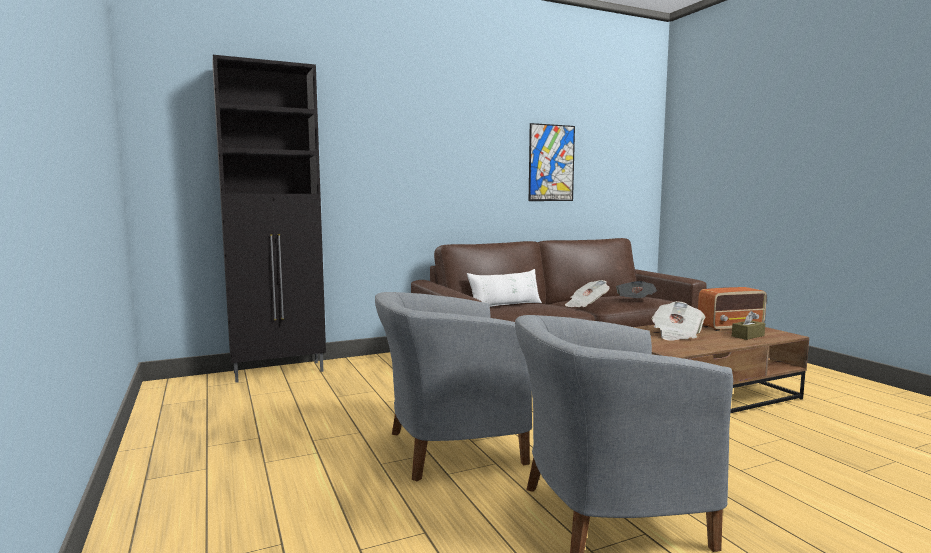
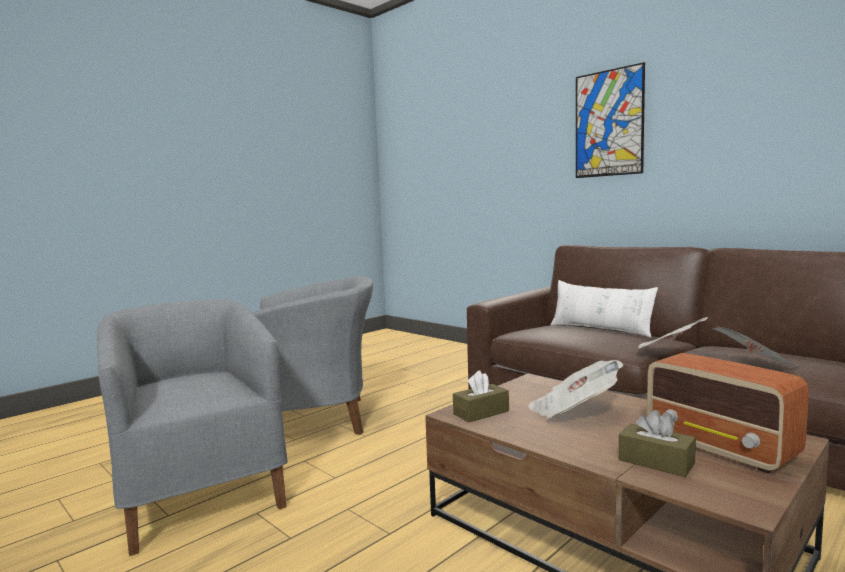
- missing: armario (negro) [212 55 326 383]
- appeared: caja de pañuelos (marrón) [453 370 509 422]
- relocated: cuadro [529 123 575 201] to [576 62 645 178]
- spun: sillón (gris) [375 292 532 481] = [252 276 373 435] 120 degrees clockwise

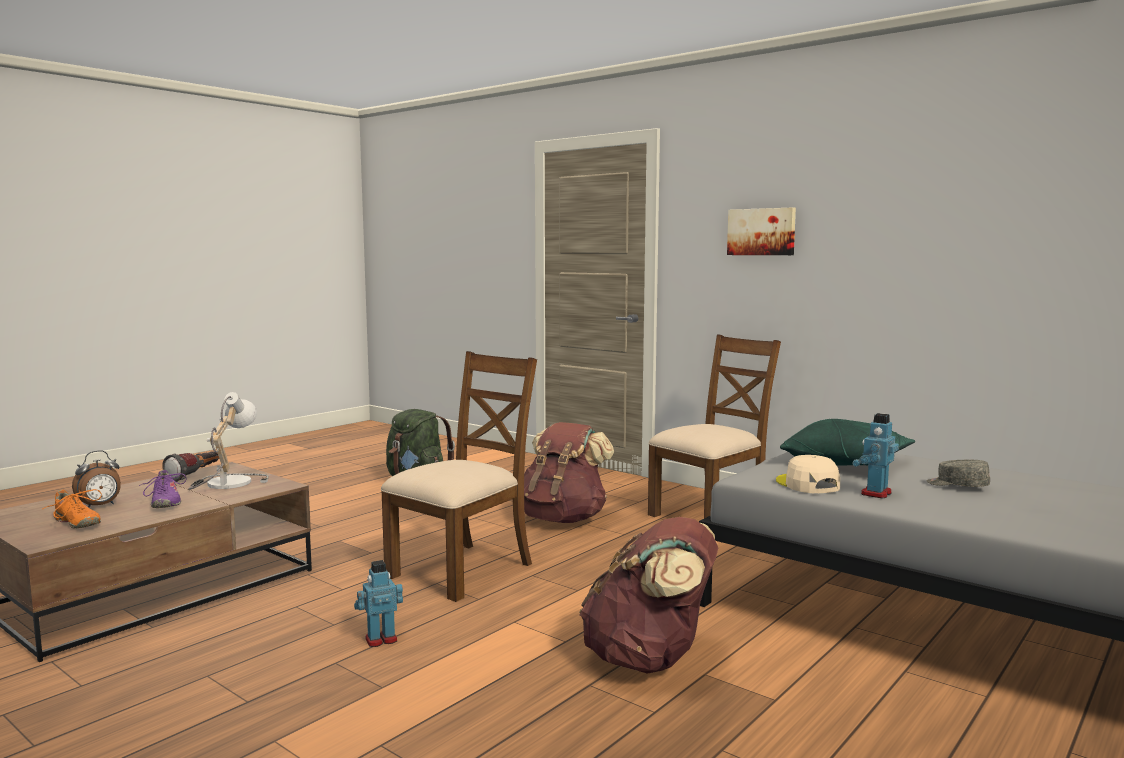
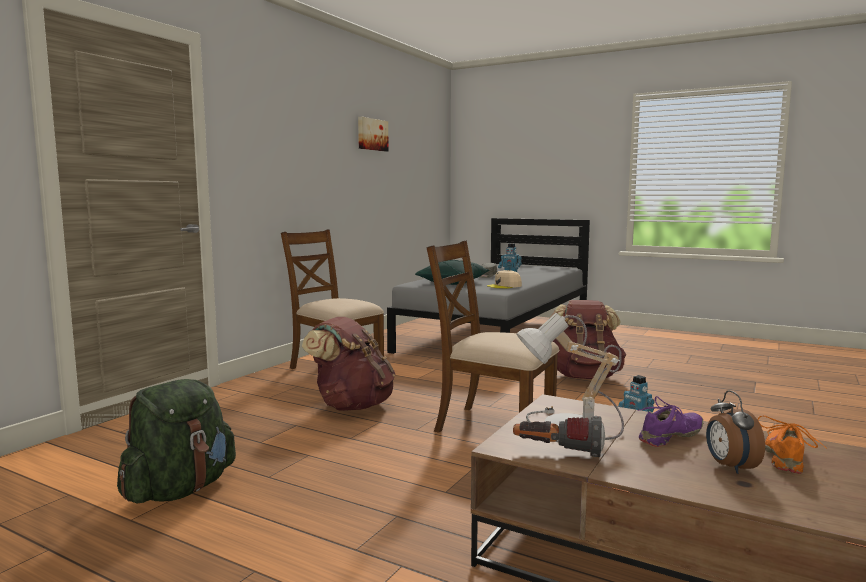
- relocated: cuadro [727 207 796 255] to [358 117 389 151]
- spun: despertador [72 450 121 508] = [706 390 765 474] 135 degrees counterclockwise

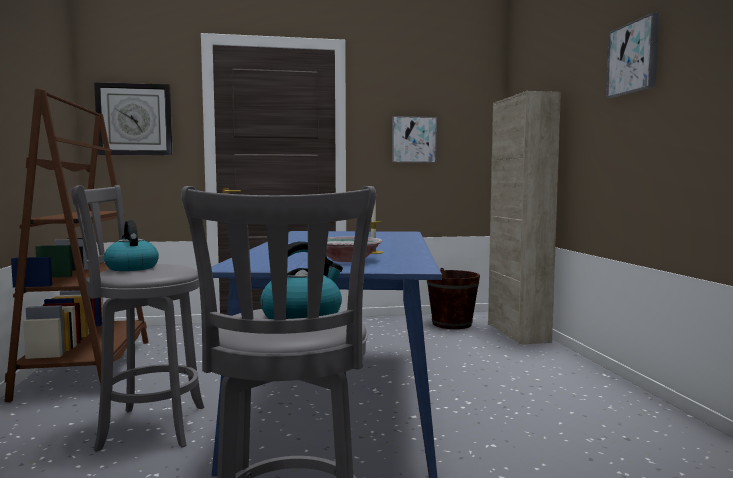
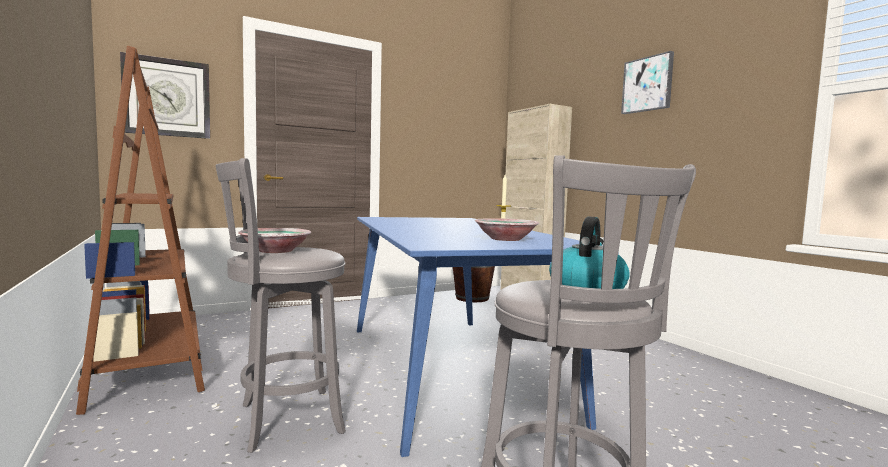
- missing: cuadro [392 116 437 163]
- exchanged: hervidor [104 220 159 271] to cuenco [238 228 311 253]

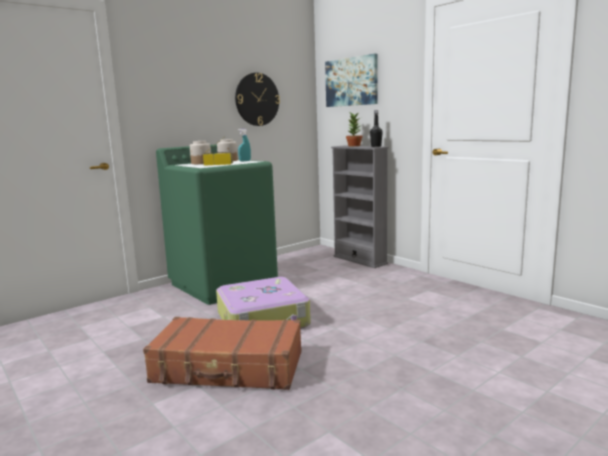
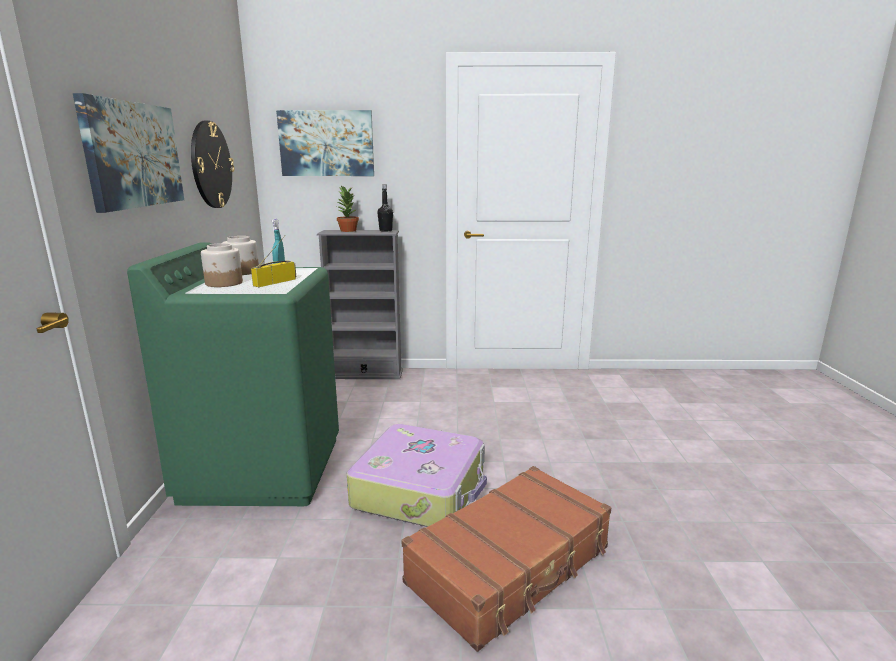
- appeared: cuadro [73 93 184 213]

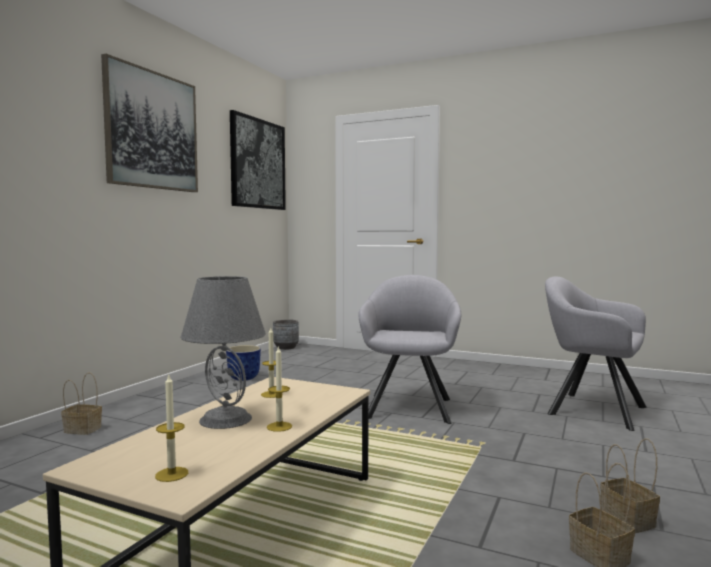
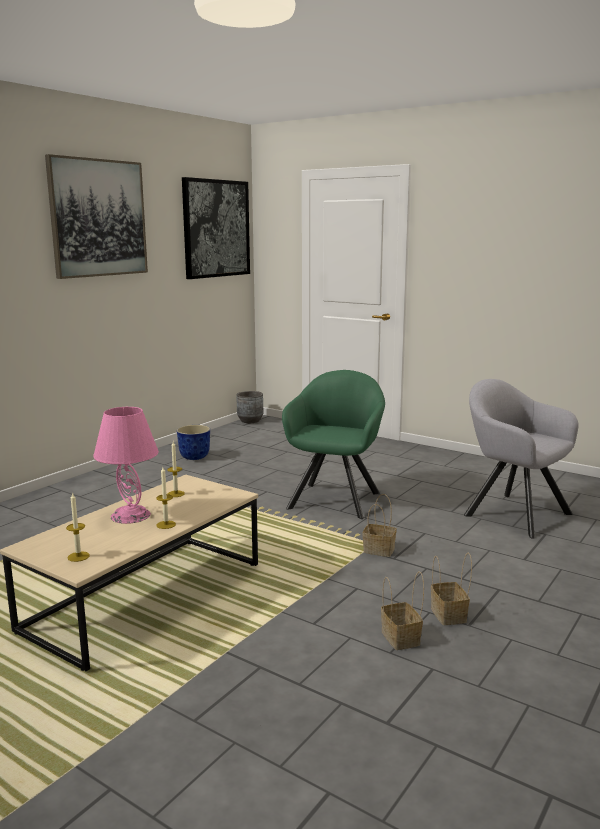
- relocated: cesta [61 372 102 435] to [362 494 397 557]
- colour: lámpara de mesa (gris) [180 276 266 429] to lámpara de mesa (rosa) [93 407 159 524]
- colour: sillón (gris) [358 275 461 424] to sillón (verde) [282 370 385 519]

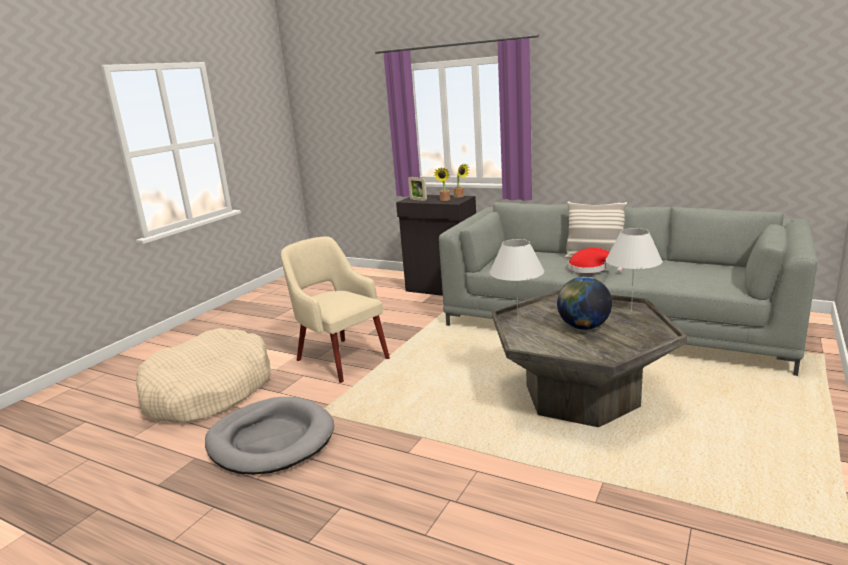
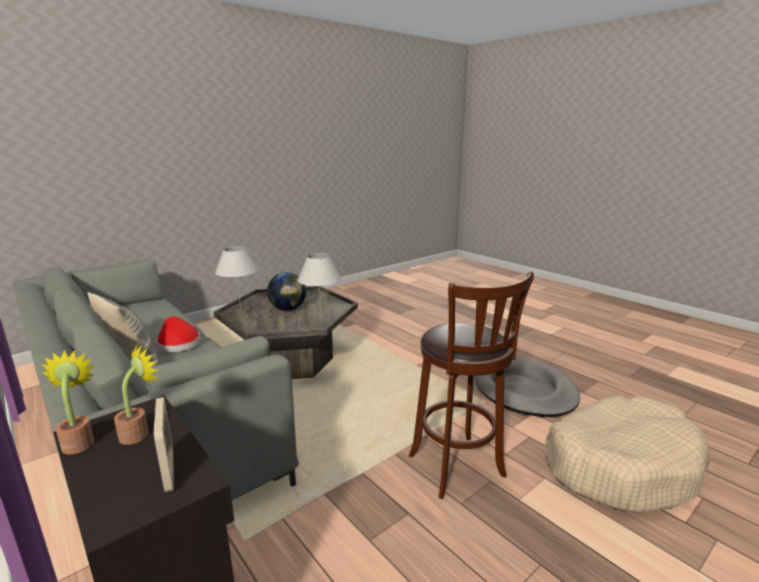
- exchanged: sillón (beis) [281 236 390 383] to taburete (marrón) [409 271 534 499]

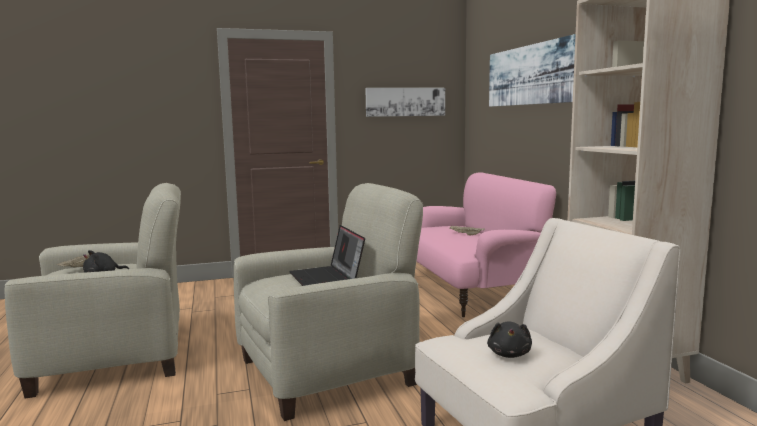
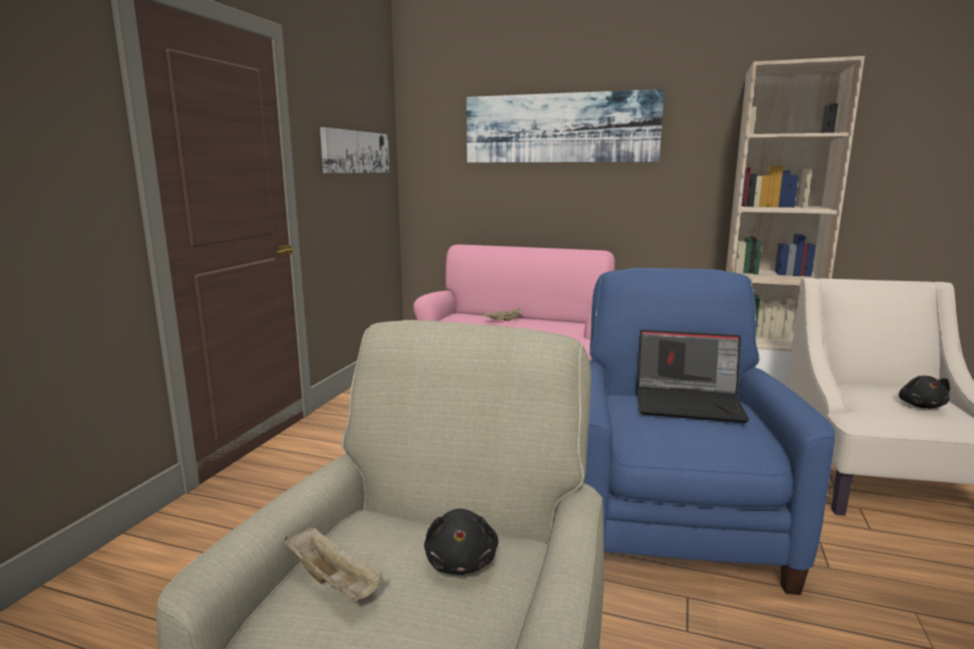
- colour: sillón (beis) [234 183 423 421] to sillón (azul) [583 268 835 595]
- spun: peluche (negro) [487 322 532 358] = [899 376 950 409] 60 degrees clockwise

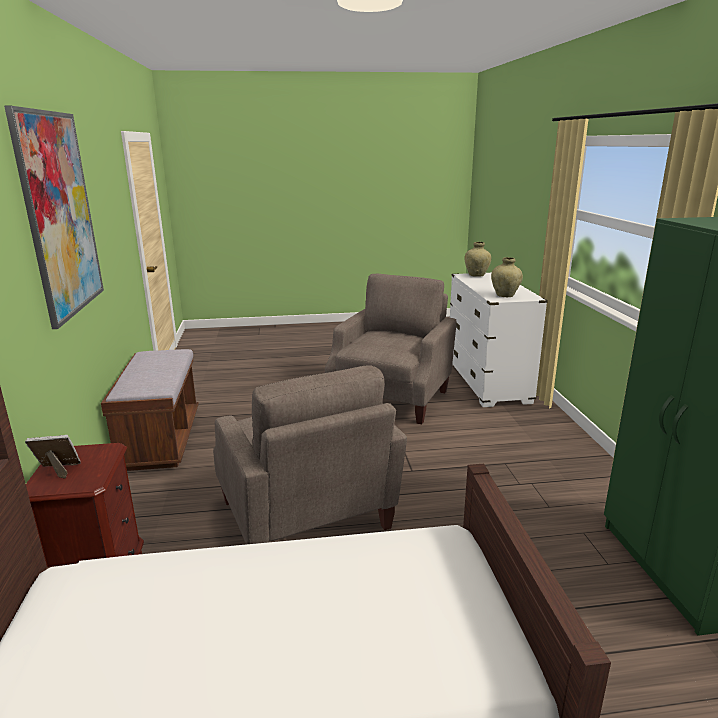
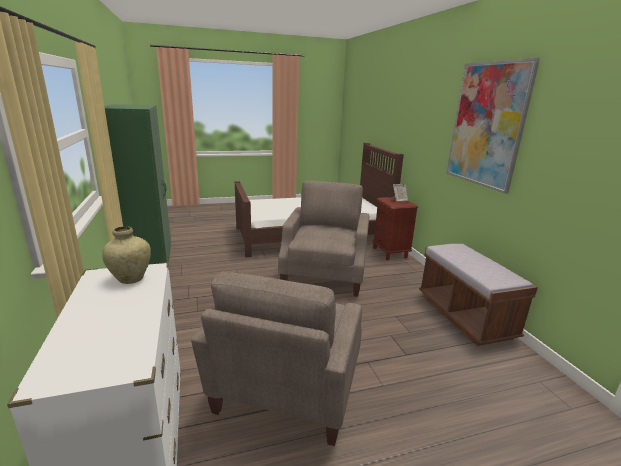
- missing: florero (beis) [464 242 491 277]
- spun: sillón (beis) [213 365 407 544] = [278 181 369 297] 45 degrees clockwise

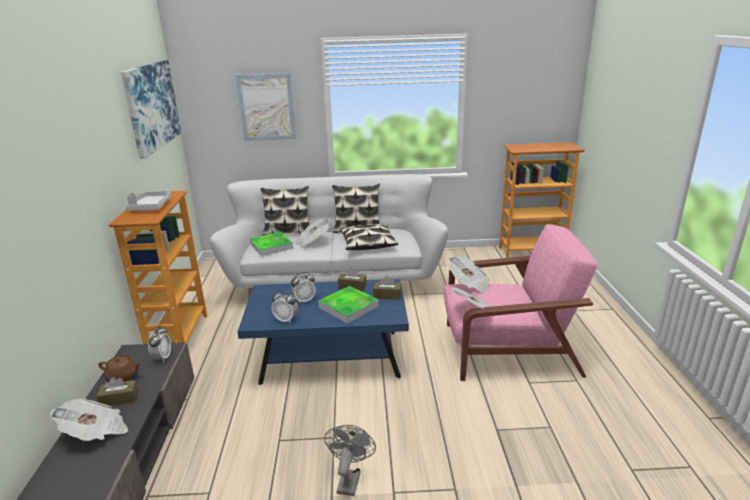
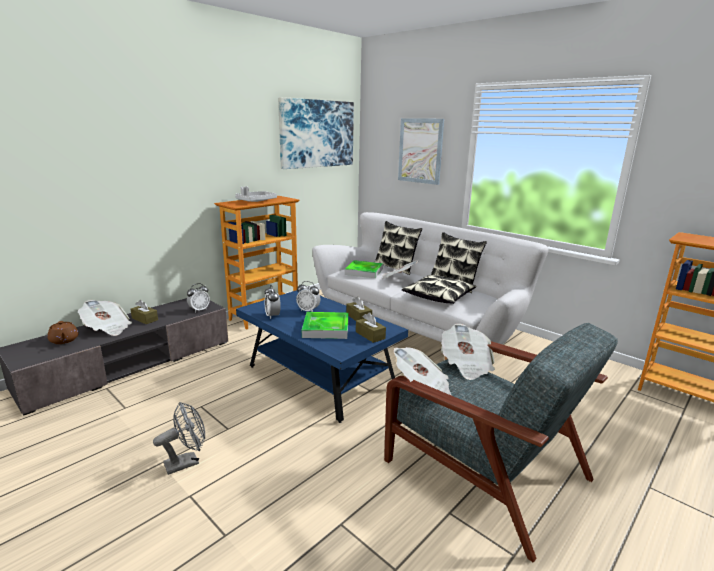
- relocated: tetera (marrón) [98 355 142 382] to [47 321 79 344]
- colour: sillón (rosa) [444 224 598 381] to sillón (gris) [384 323 618 563]

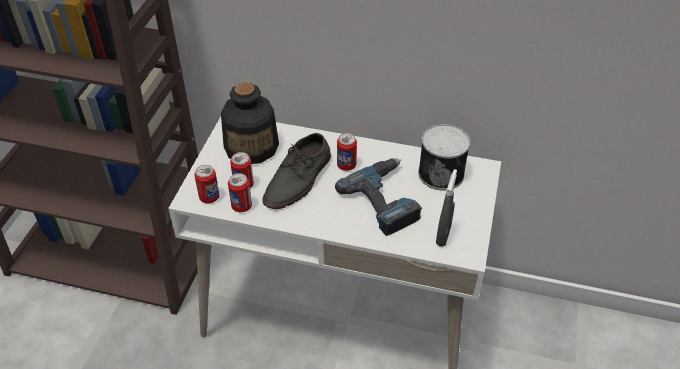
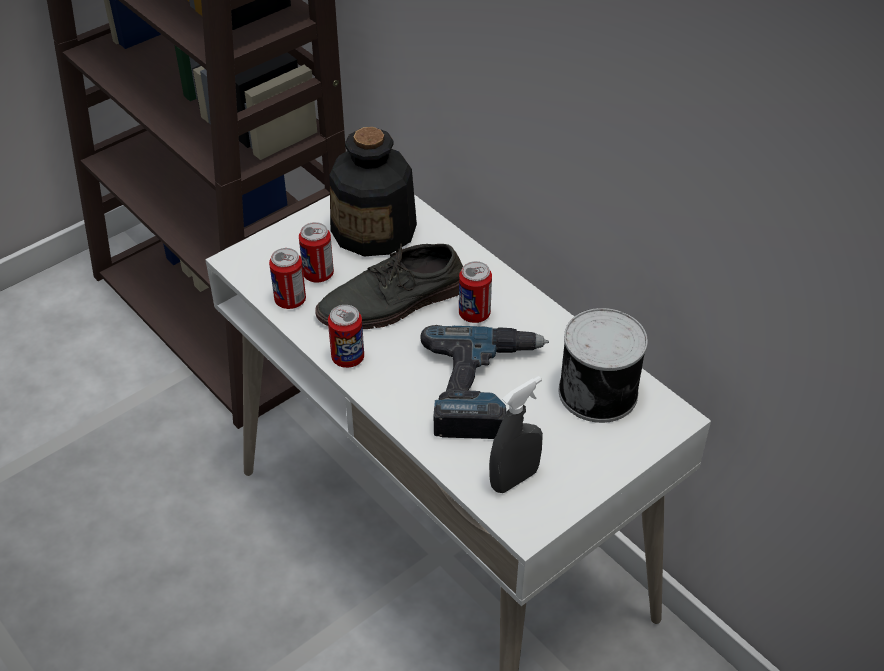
- relocated: lata [194 165 219 203] to [328 305 364 368]

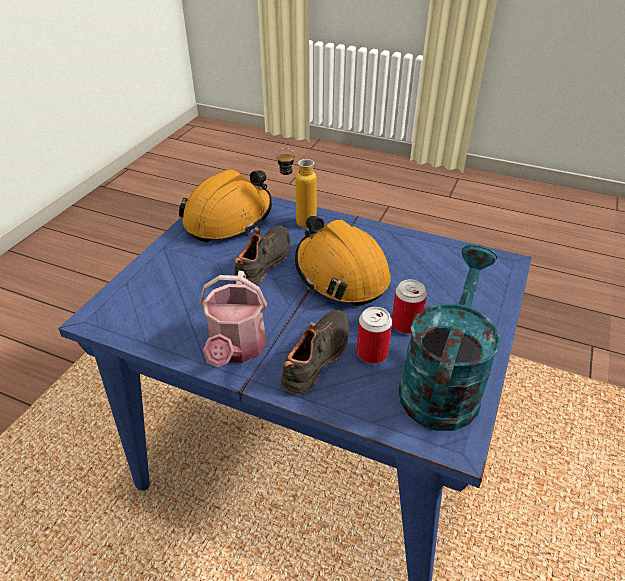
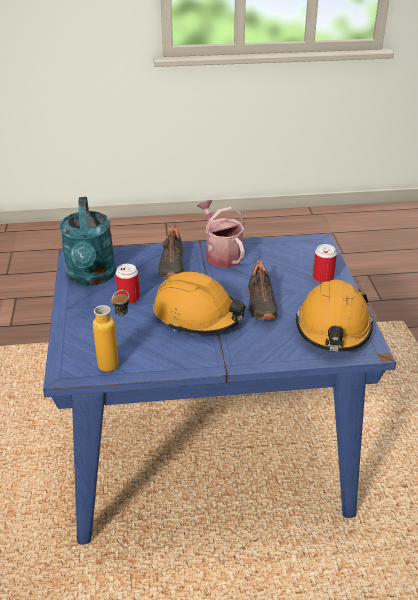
- relocated: botella [276 148 317 228] to [93 290 129 372]
- relocated: lata [357 307 392 364] to [313 244 337 283]

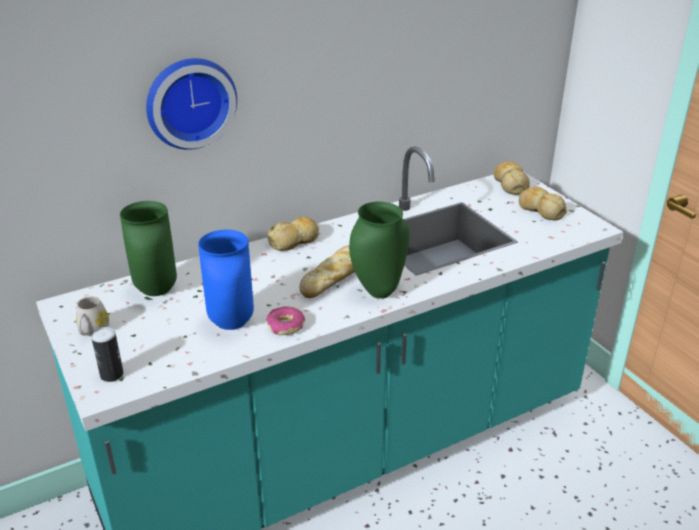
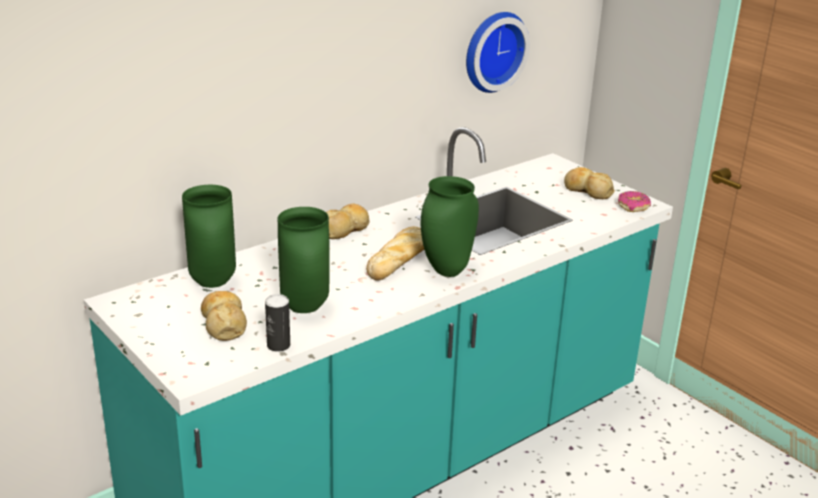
- missing: taza grande (blanco) [76 297 109 336]
- relocated: lata [91 327 124 382] to [265 294 290 352]
- relocated: reloj de pared [146 58 237 150] to [466 12 530 93]
- relocated: rosquilla [266 306 305 335] to [618 191 651 212]
- relocated: pan [494 162 530 195] to [201 291 247 341]
- colour: florero (azul) [198 230 254 330] to florero (verde) [277 207 330 313]

